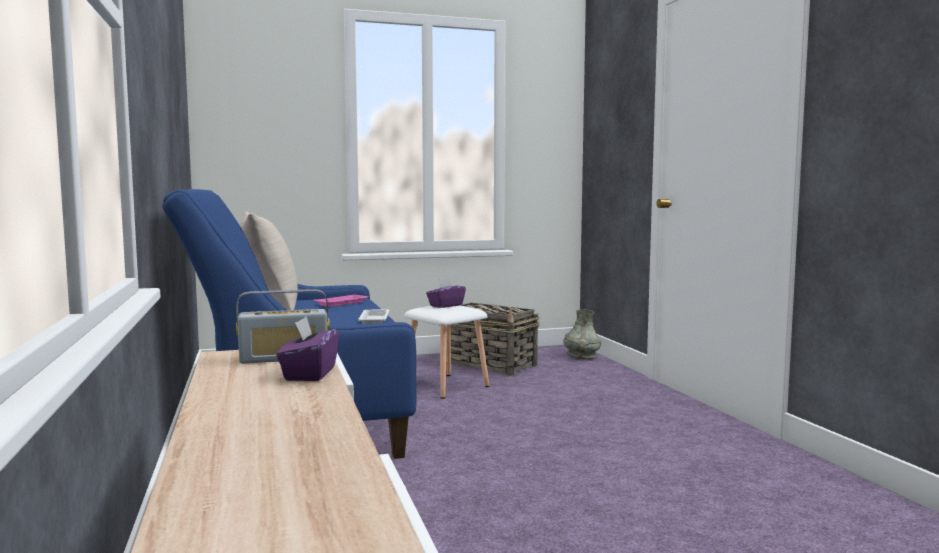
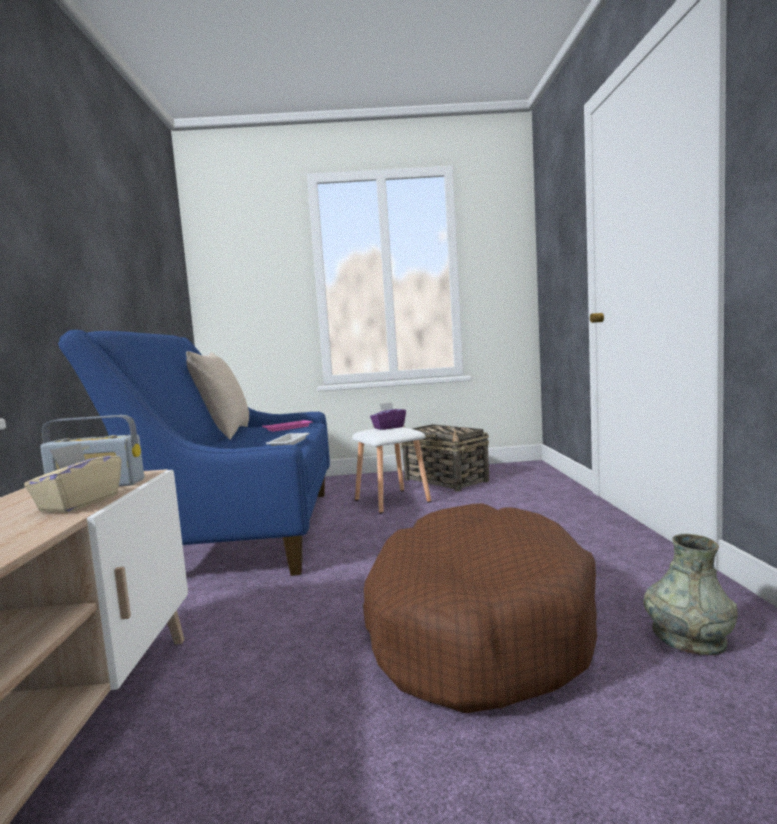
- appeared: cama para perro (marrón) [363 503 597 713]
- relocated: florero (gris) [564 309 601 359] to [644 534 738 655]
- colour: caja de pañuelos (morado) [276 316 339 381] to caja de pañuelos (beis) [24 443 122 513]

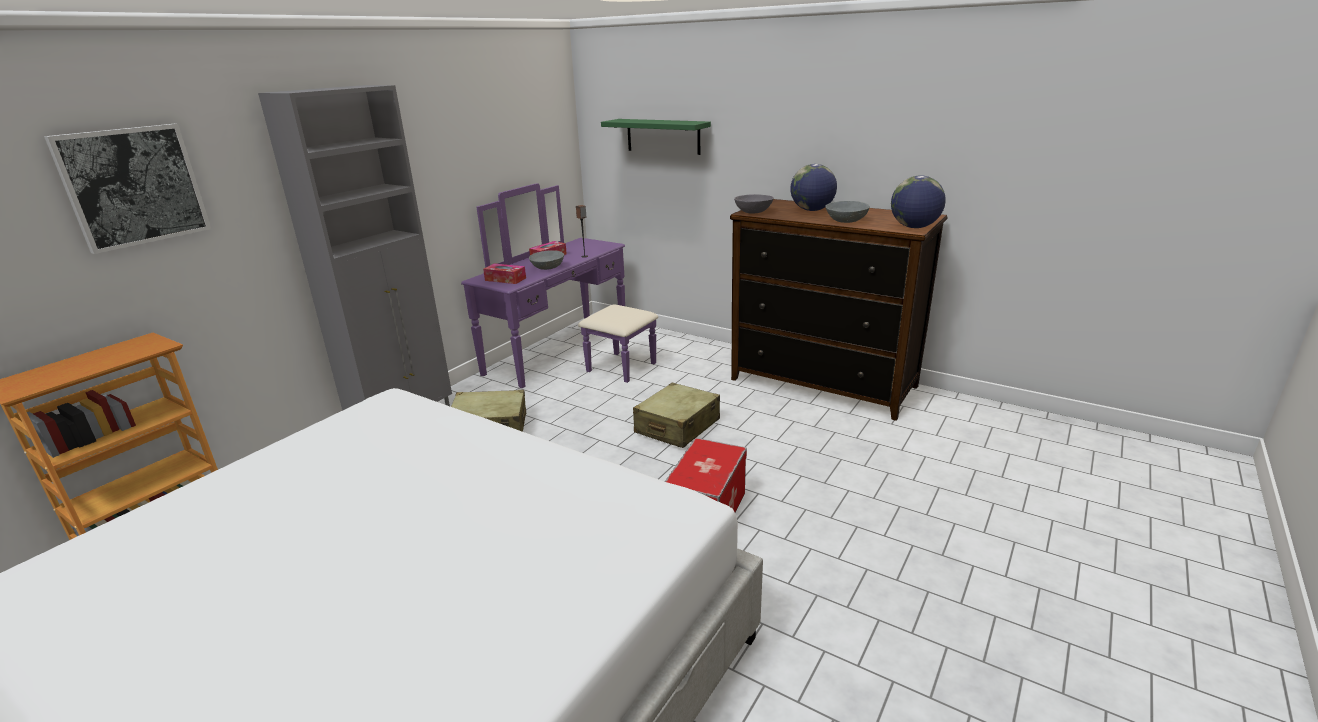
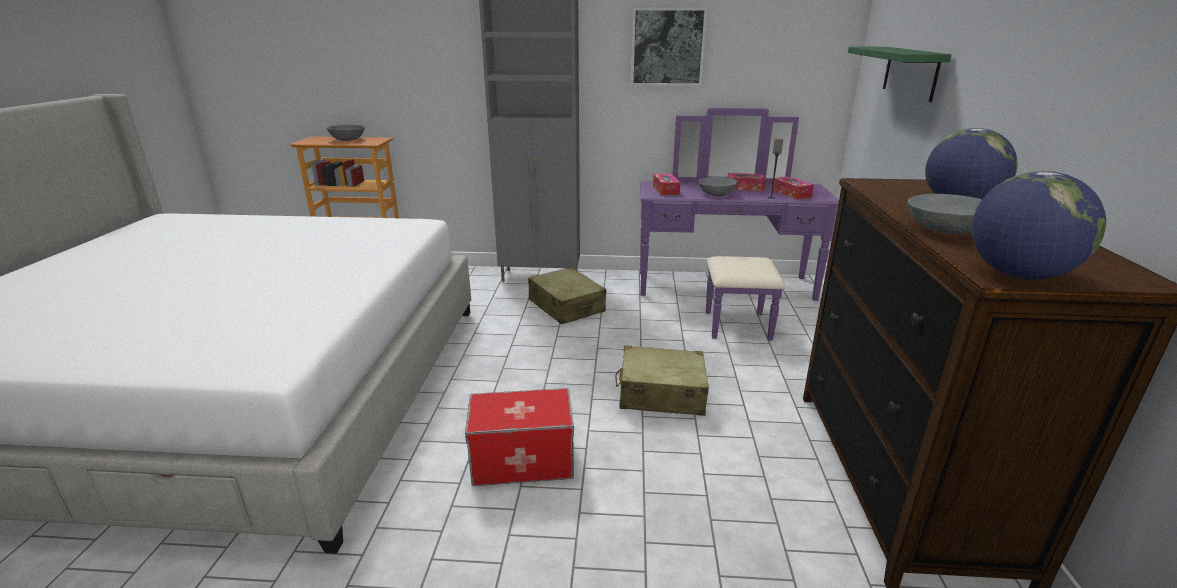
- appeared: caja de pañuelos [772 176 814 200]
- relocated: cuadro [44 124 211 254] to [631 7 708 86]
- relocated: cuenco (gris) [734 194 774 213] to [327 125 365 141]

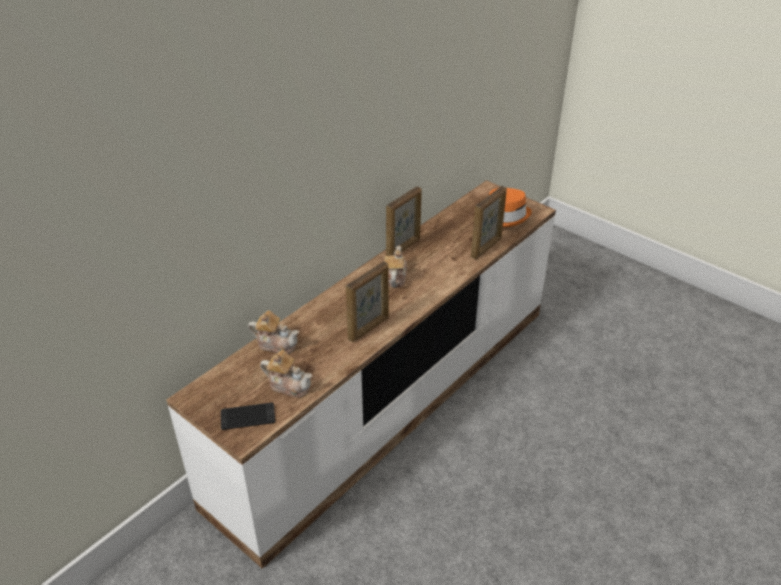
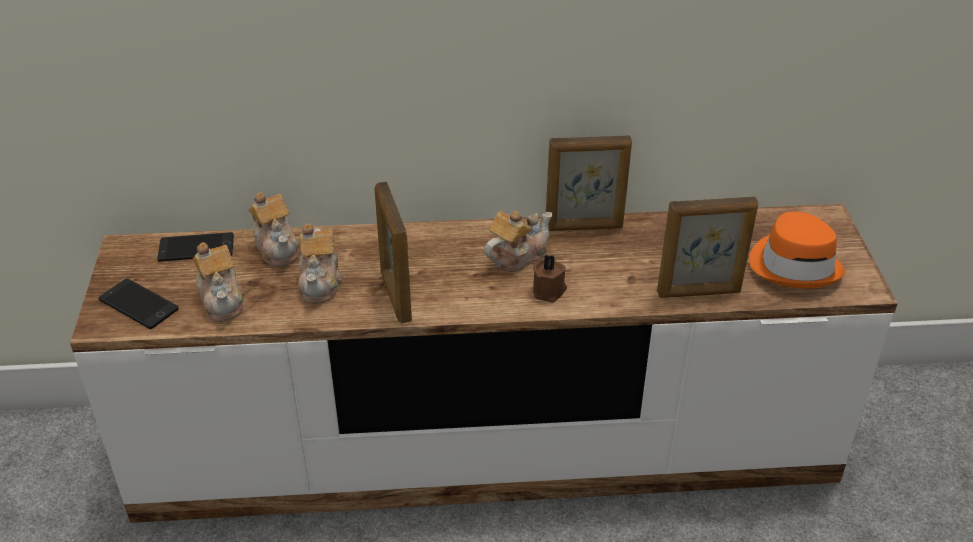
- appeared: móvil [157 232 234 262]
- appeared: tetera [298 223 343 304]
- appeared: vela (marrón) [533 255 567 302]
- spun: portarretratos [346 261 389 342] = [375 182 412 323] 75 degrees clockwise

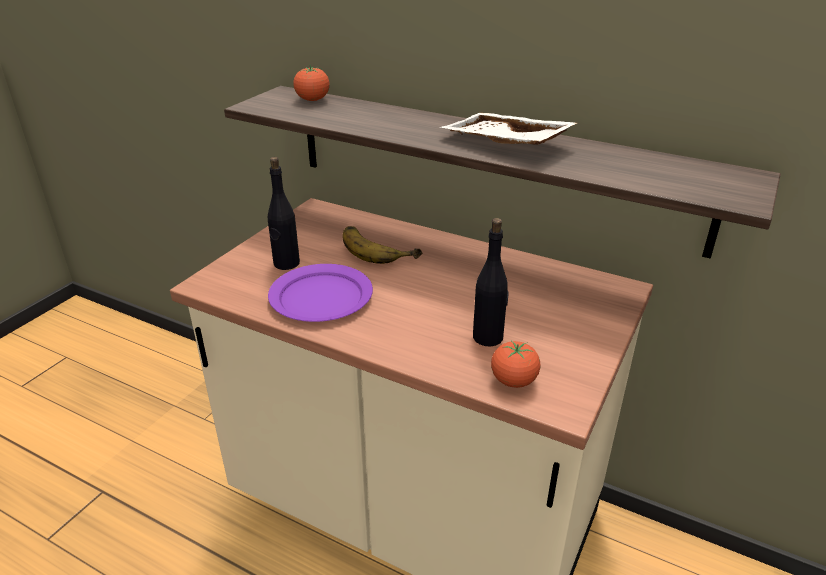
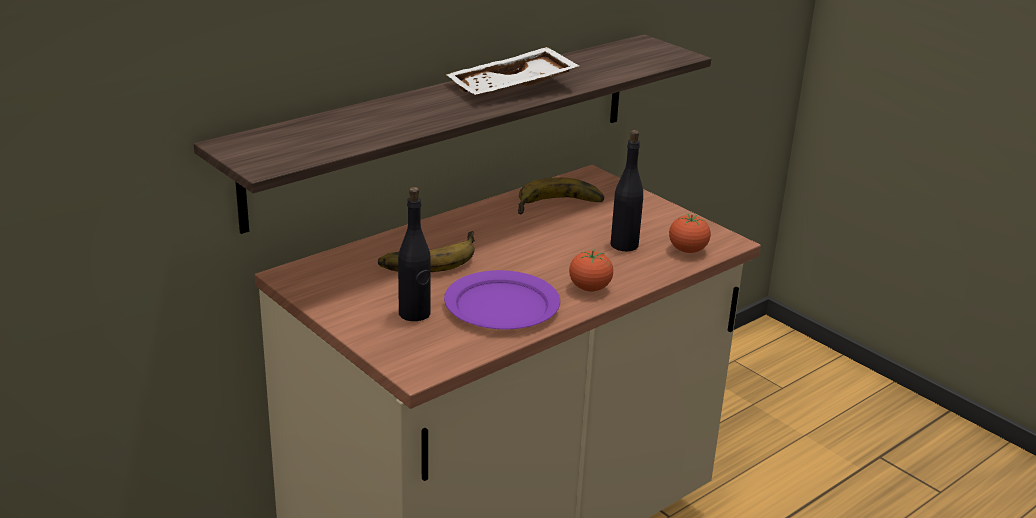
- appeared: plátano [517 177 604 214]
- relocated: tomate [293 65 330 101] to [569 249 613 292]

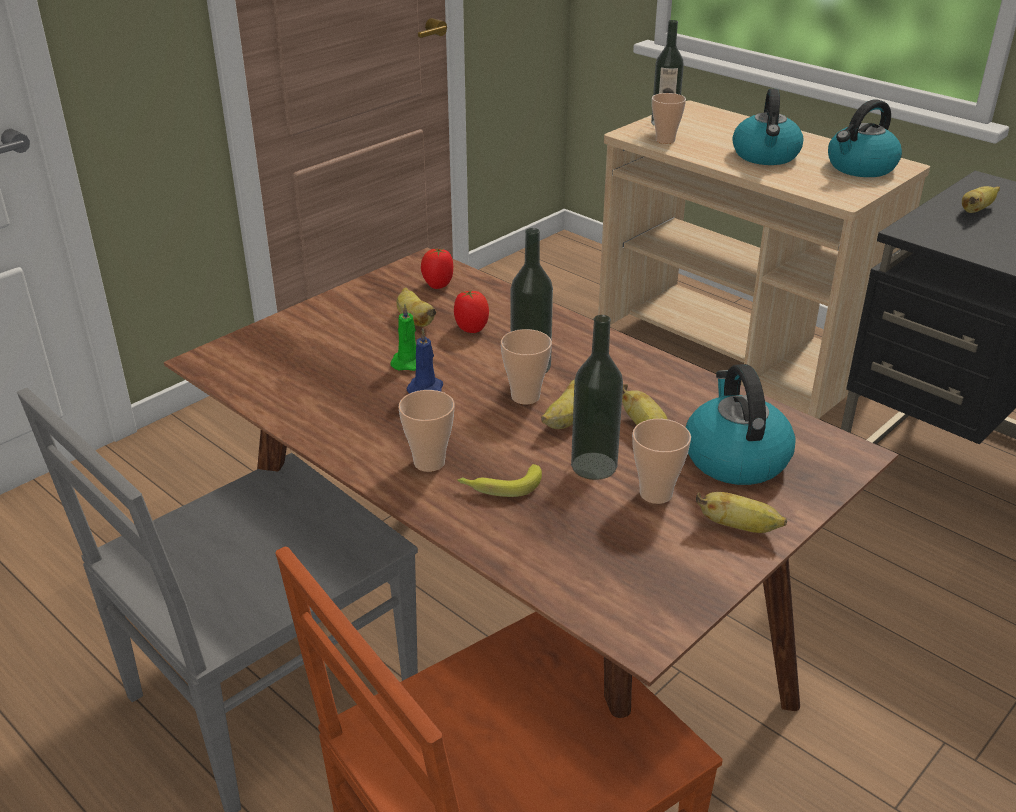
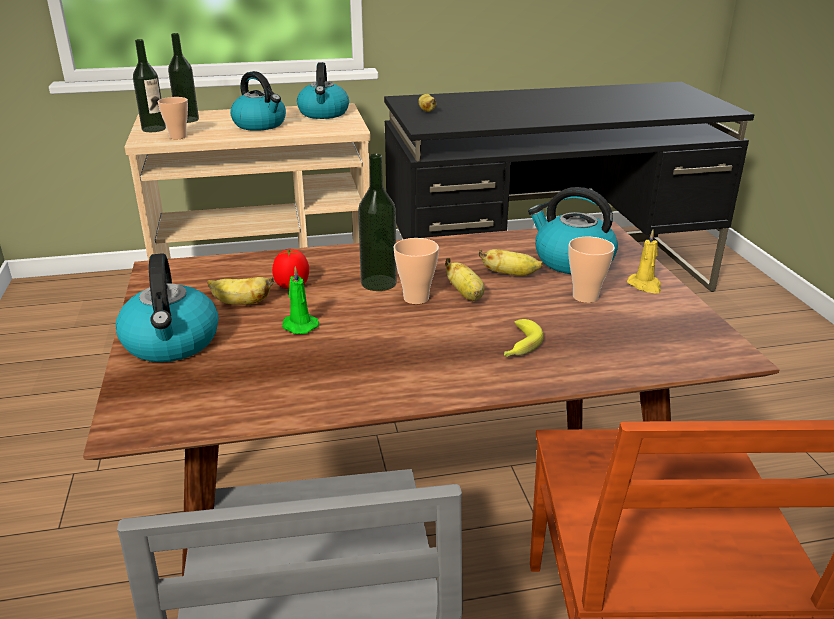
- missing: taza [398 390 455 472]
- missing: vela (azul) [406 328 443 394]
- missing: tomate [421 248 453 289]
- appeared: hervidor [116 253 219 362]
- relocated: botella [571 315 623 480] to [168 33 199 123]
- exchanged: plátano [696 492 787 533] to vela (amarillo) [627 230 661 294]

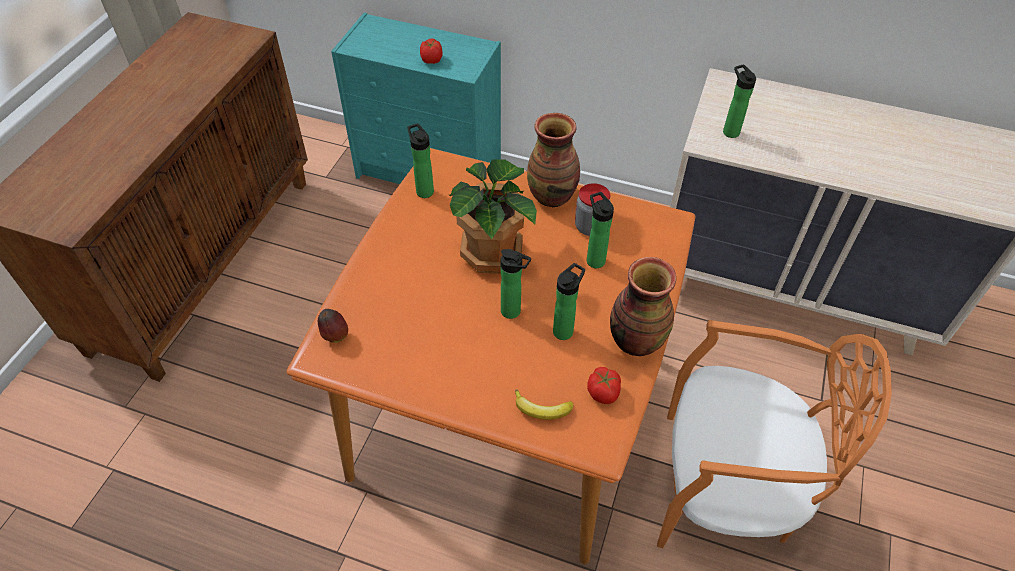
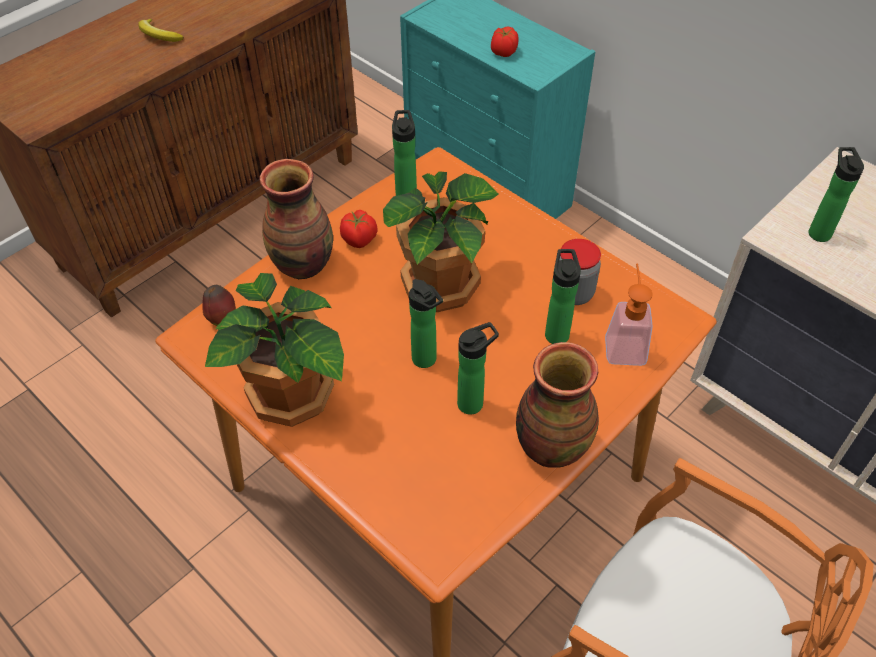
- appeared: planta en maceta [205 273 344 427]
- appeared: dispensador de jabón [605 264 653 366]
- relocated: plátano [515 389 573 420] to [139 19 184 42]
- relocated: florero [527 113 580 207] to [259 159 333 280]
- relocated: tomate [587 367 621 404] to [340 210 378 248]

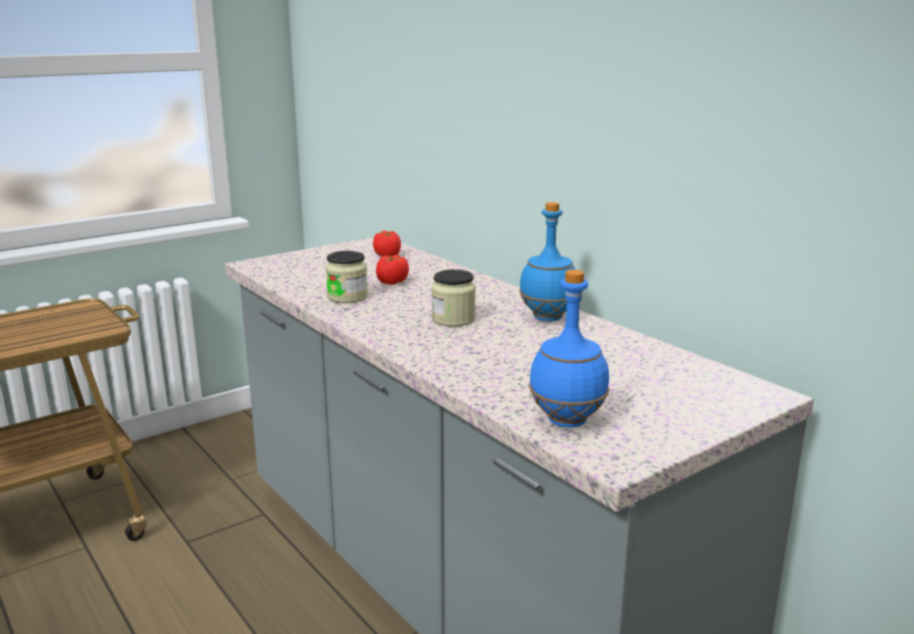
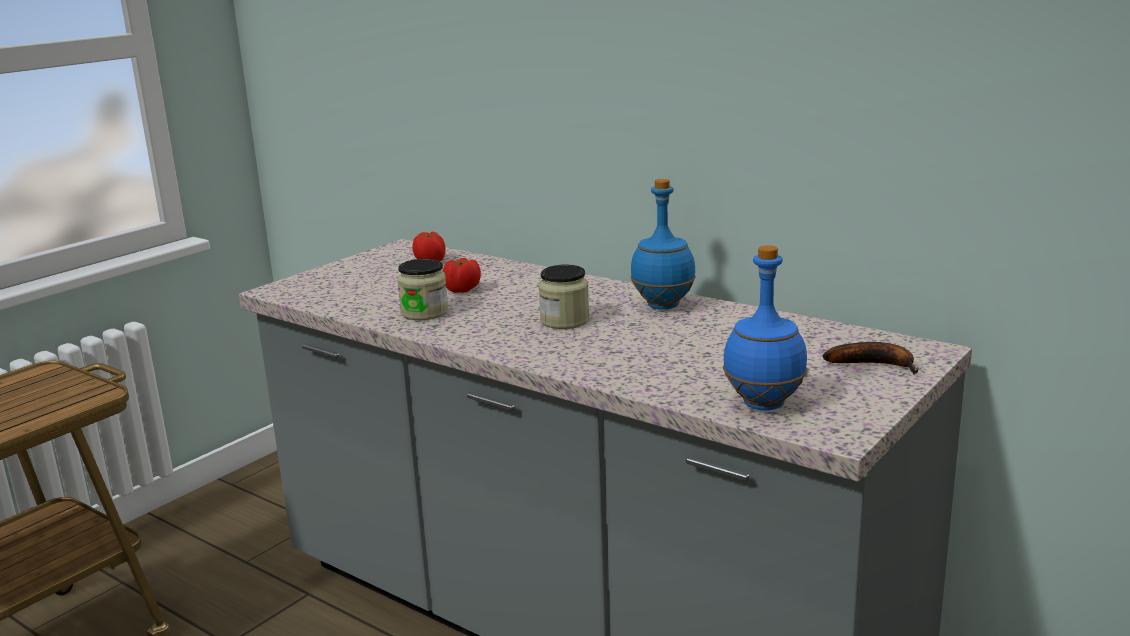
- appeared: plátano [823 342 918 375]

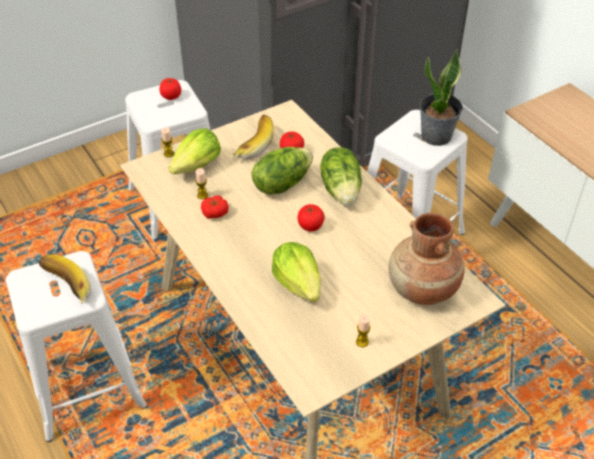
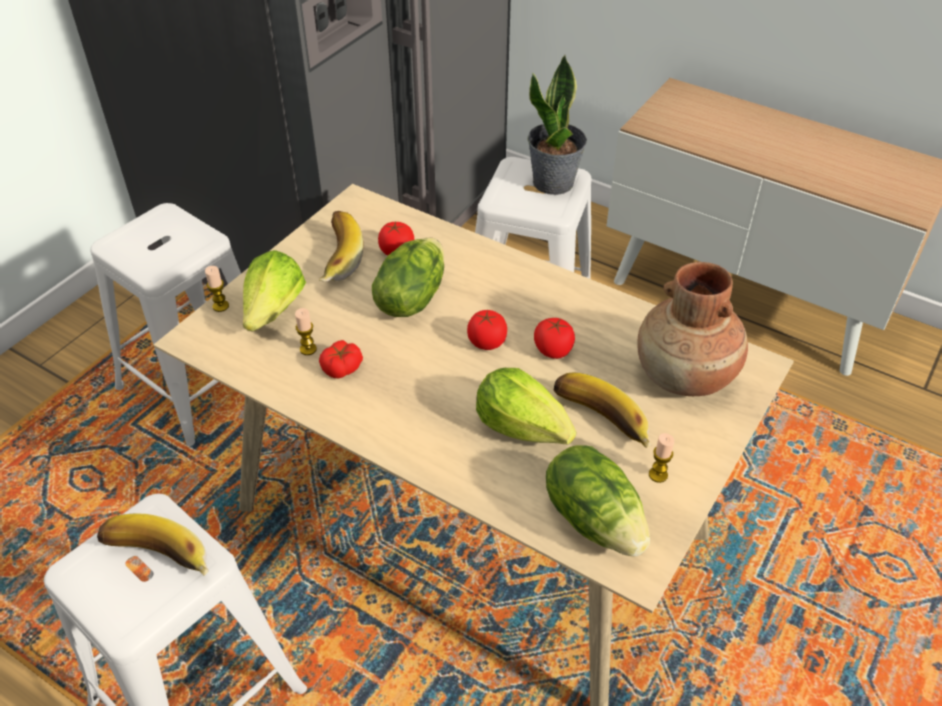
- appeared: plátano [554 372 651 448]
- relocated: tomate [159 78 181 100] to [534 318 575 359]
- relocated: lechuga [320 147 362 206] to [546 445 650 557]

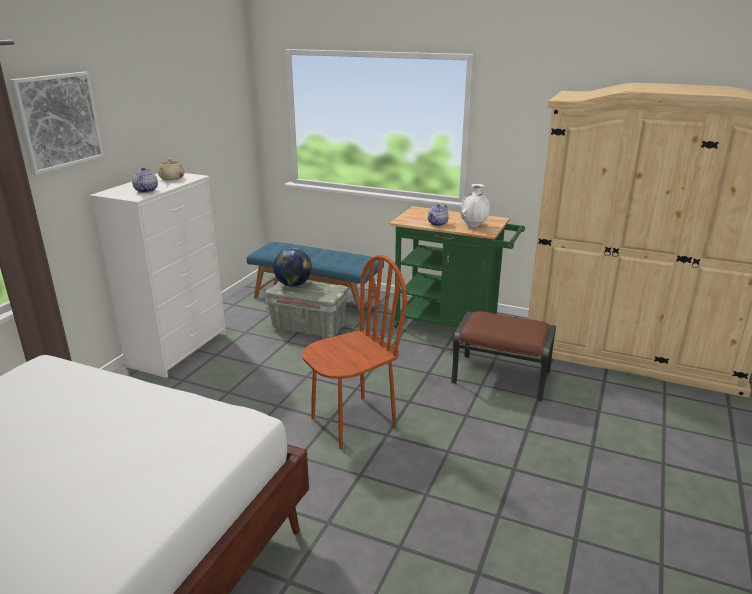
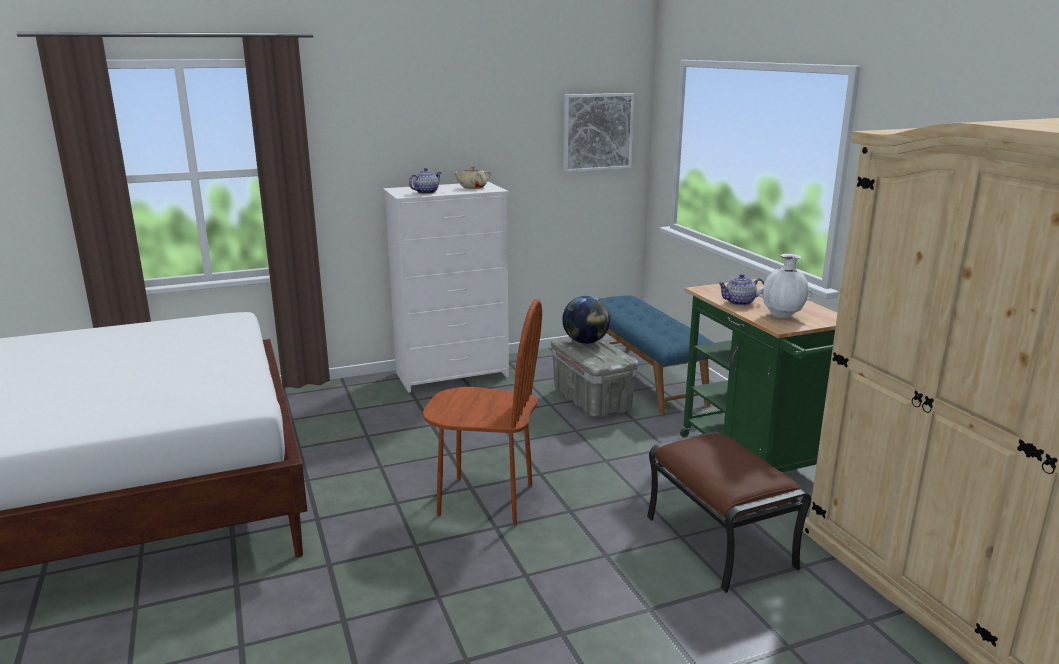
- relocated: cuadro [9 72 104 175] to [563 93 634 172]

